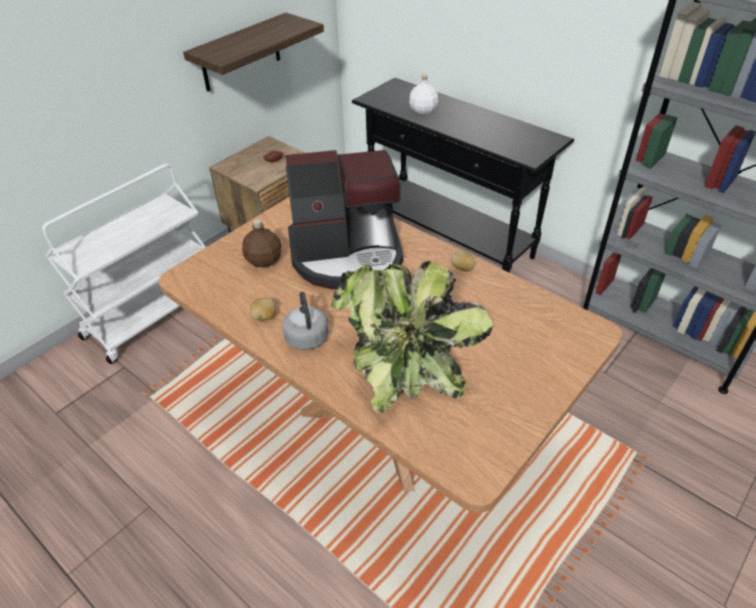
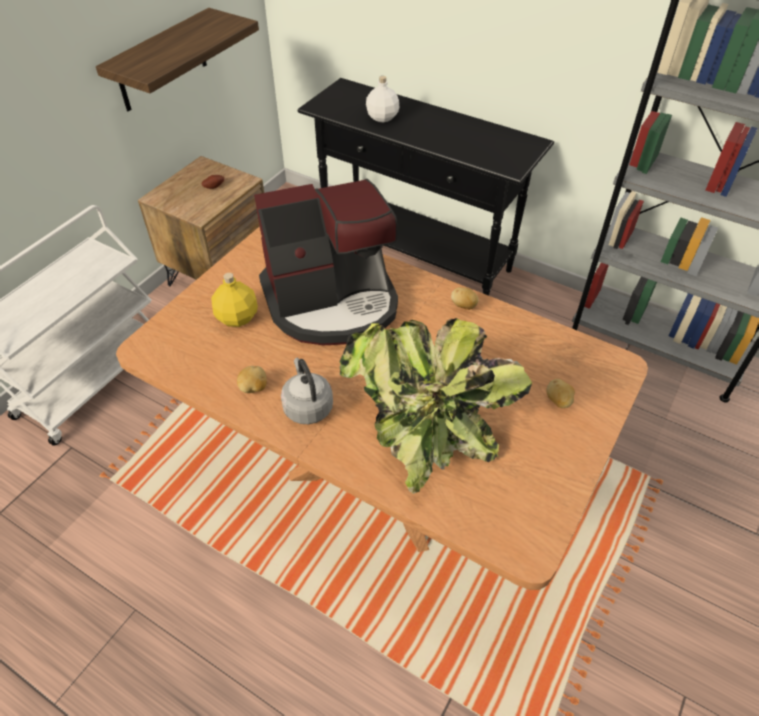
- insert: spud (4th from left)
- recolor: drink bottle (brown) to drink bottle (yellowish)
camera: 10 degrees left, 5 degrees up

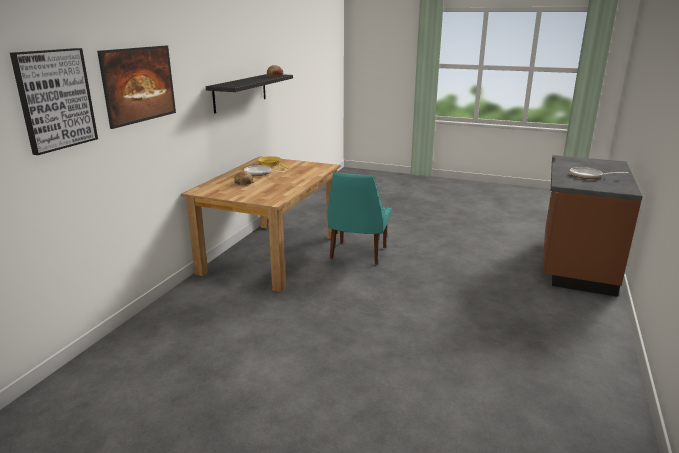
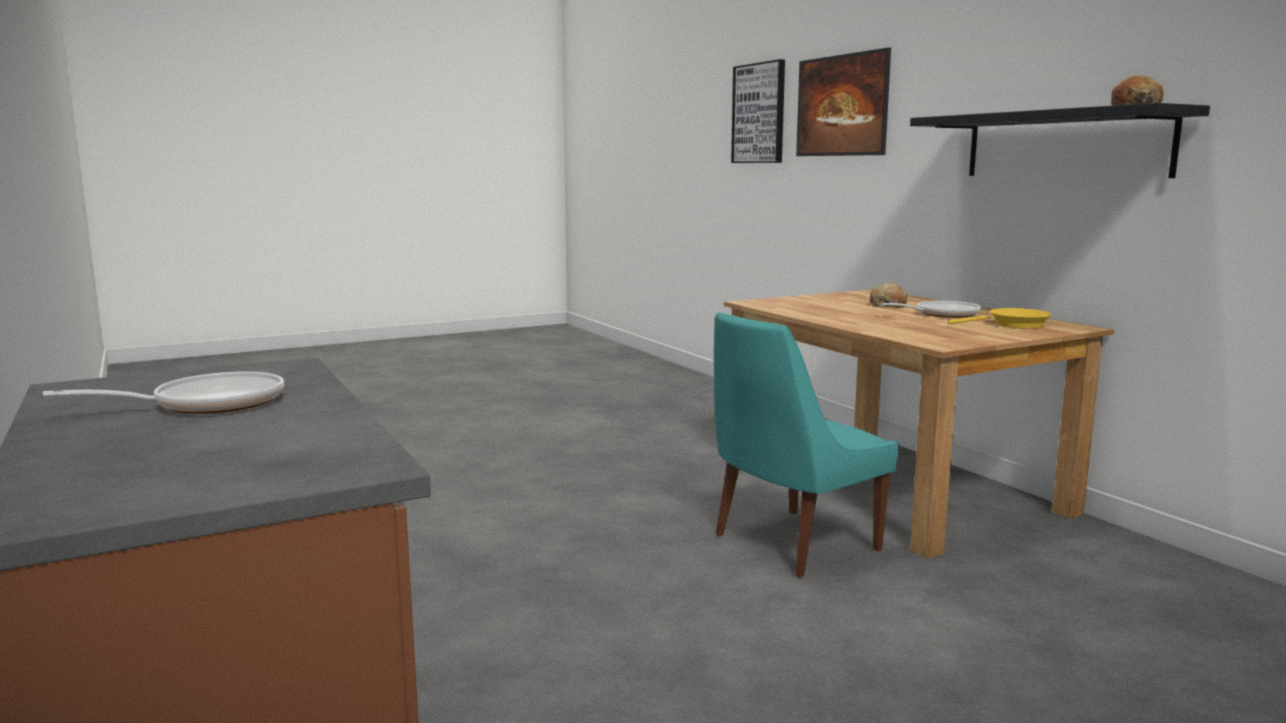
- rotate: chair (turquoise-coloured) 90 degrees counterclockwise
camera: 130 degrees right, 10 degrees down

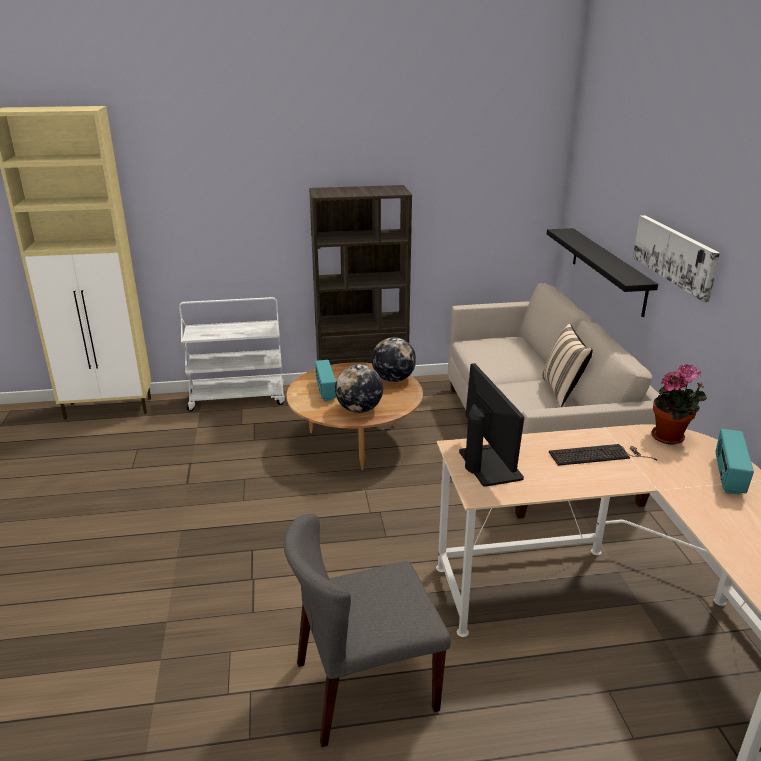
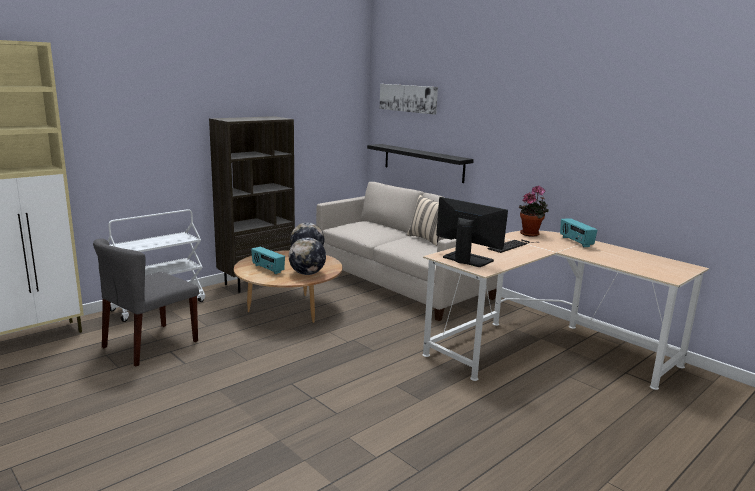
- move: chair (grey)
- move: wall art
camera: 35 degrees left, 10 degrees down

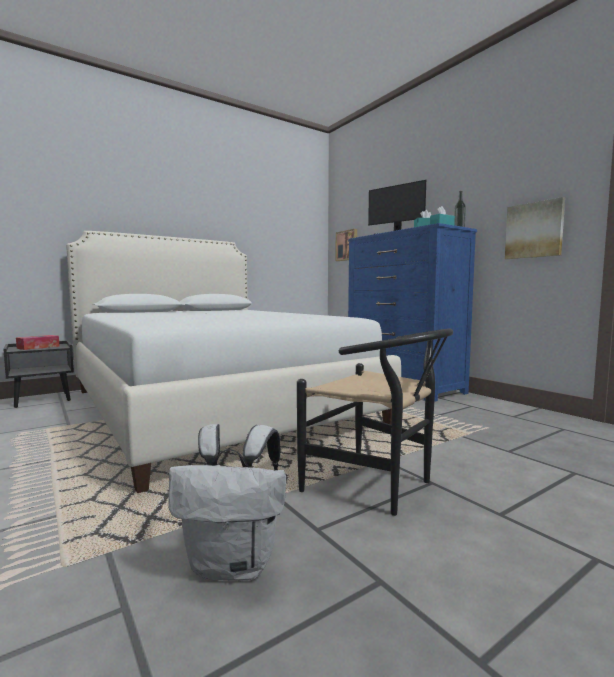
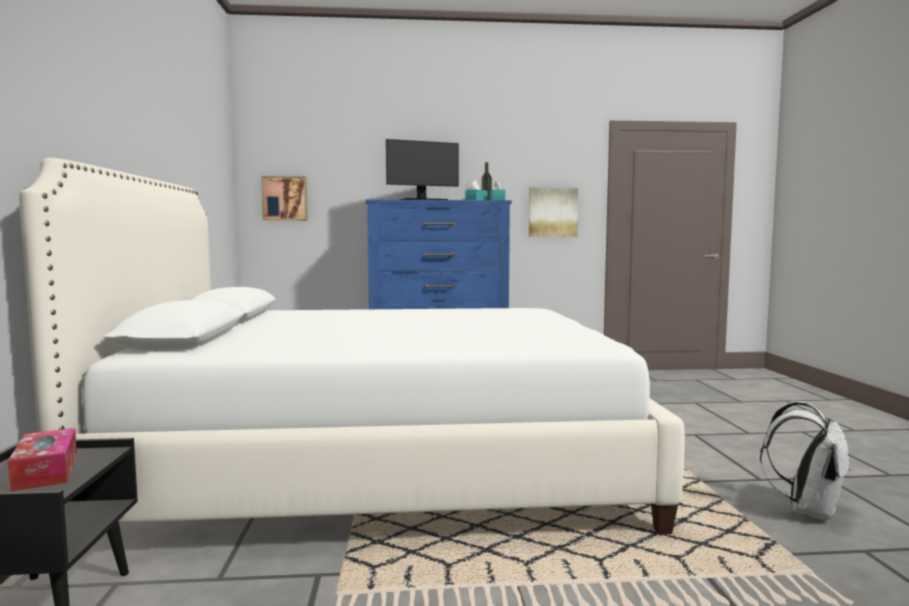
- delete: chair (blackish)
camera: 60 degrees left, 0 degrees up

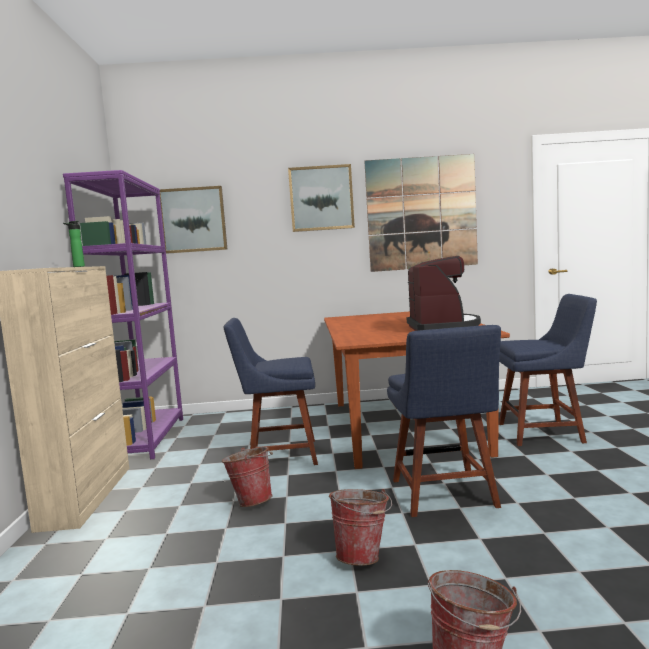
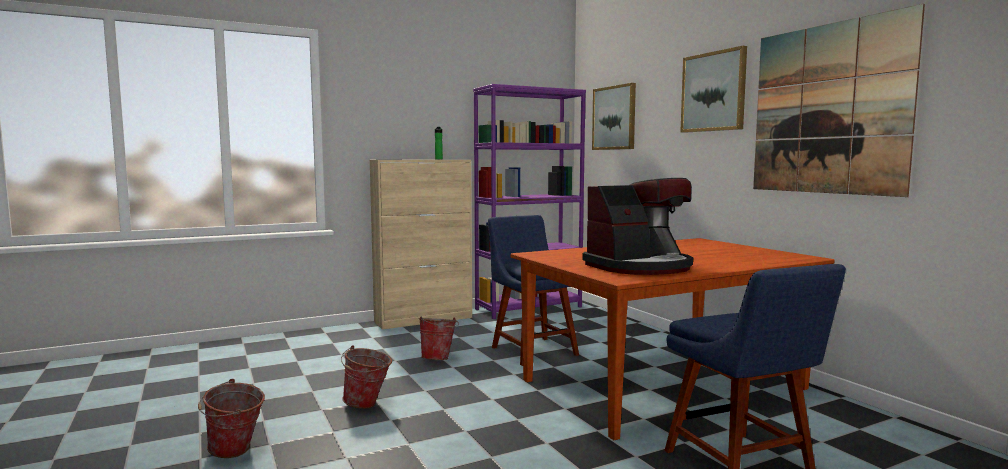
- delete: chair (bluish) (2nd from left)
camera: 65 degrees right, 0 degrees up

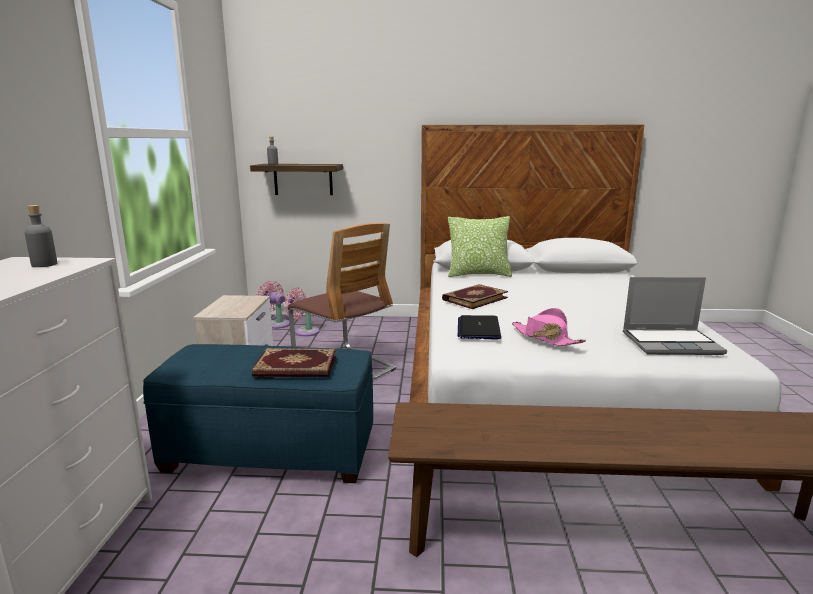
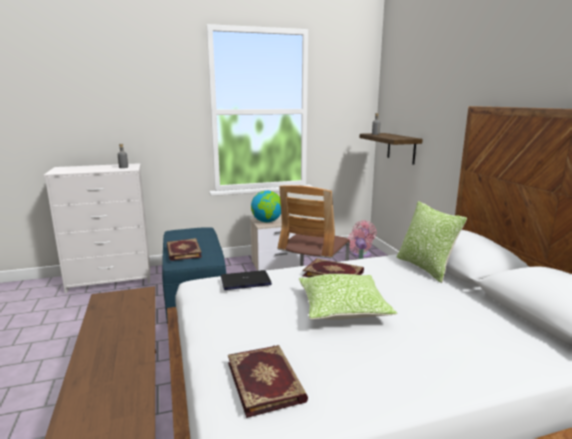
- delete: clothing hat (pinkish)
- insert: globe
- insert: pillow (1st from left)
- replace: laptop (2nd from left) to bound book (2nd from left)
camera: 70 degrees right, 0 degrees up

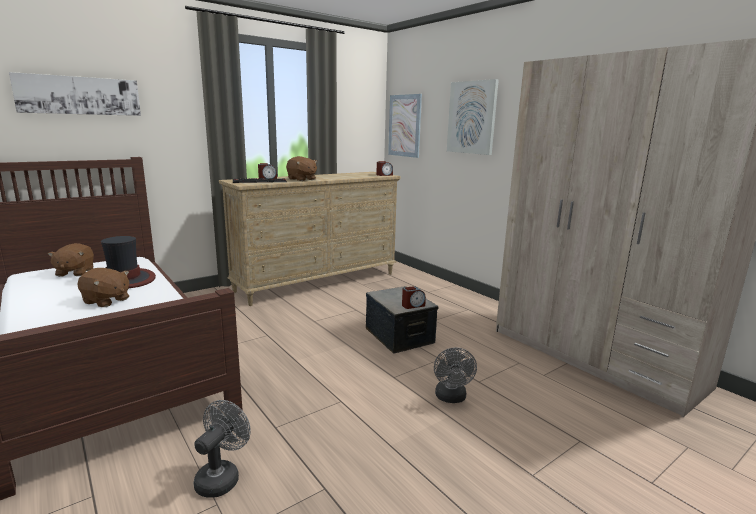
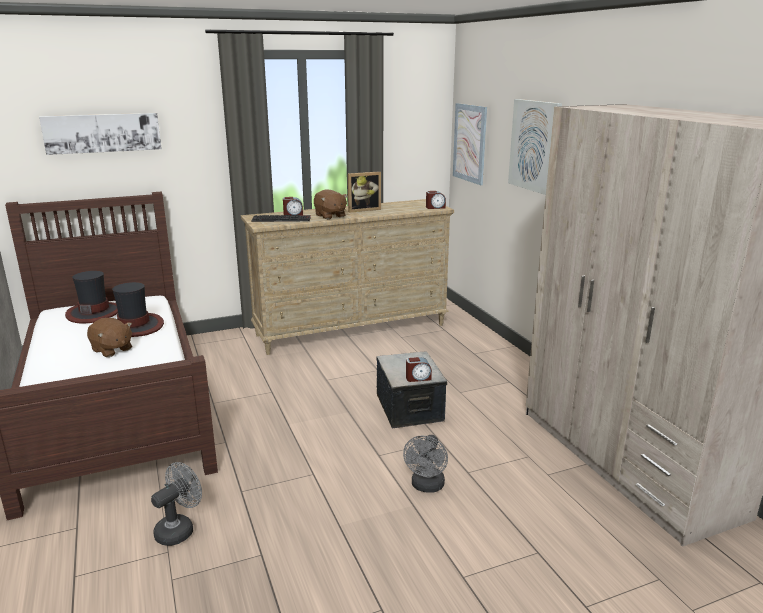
- insert: standing frame
- replace: plush toy (brown) (1st from left) to clothing hat (1st from left)
camera: 15 degrees right, 5 degrees up

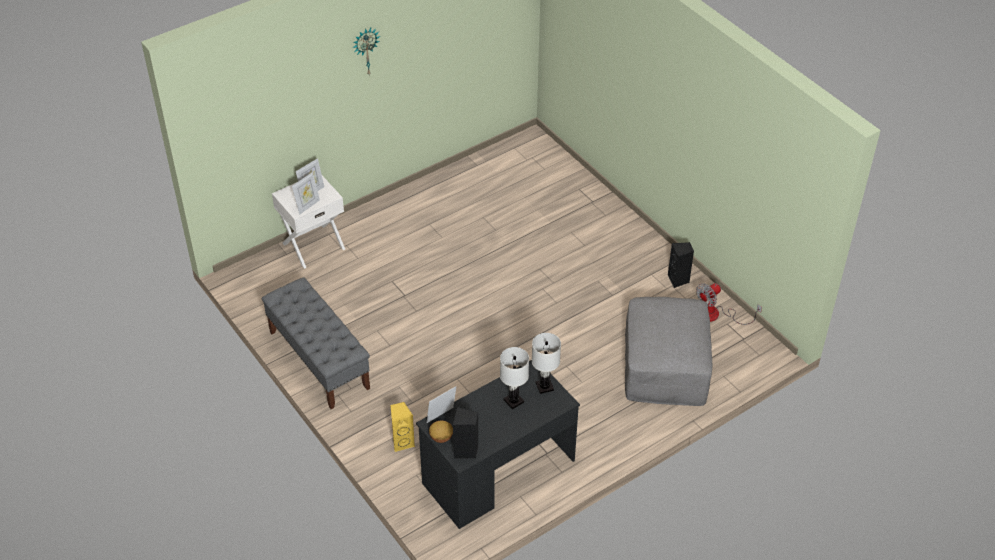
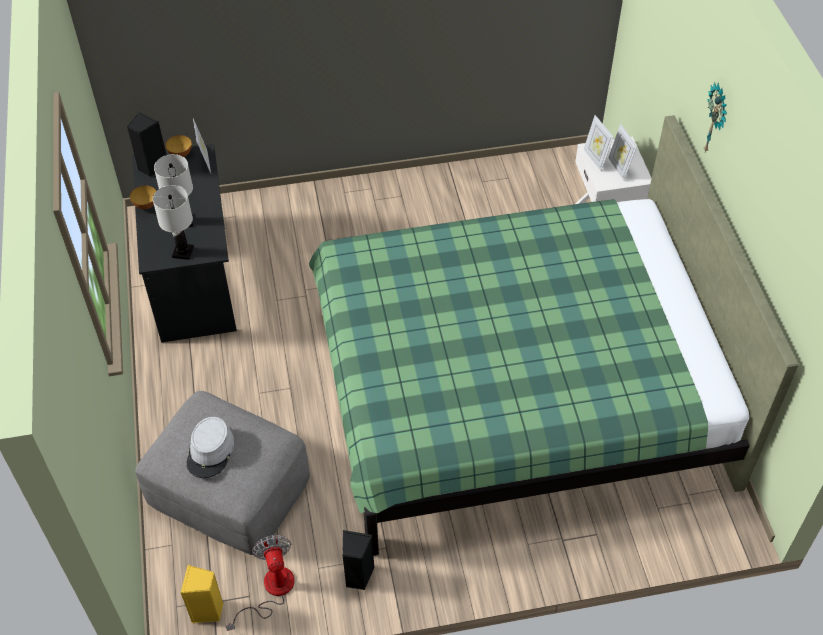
- delete: bench (grey)
- insert: deep dish (1st from left)
- insert: clothing hat (grey)
- insert: bedroom bed (greenish)
- move: audio speaker (yellowish)
camera: 115 degrees right, 5 degrees up

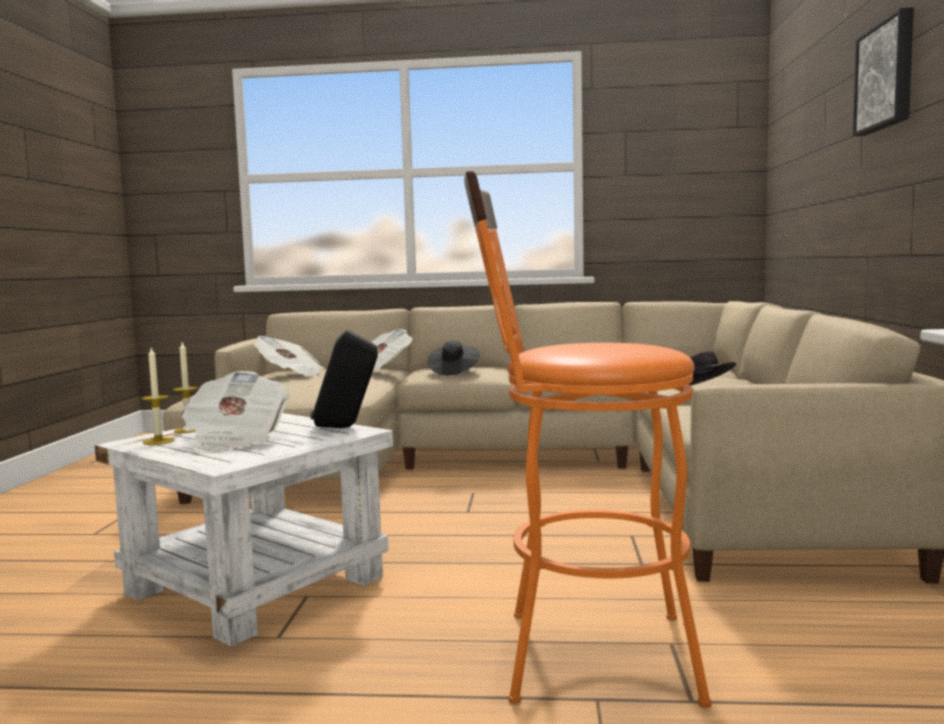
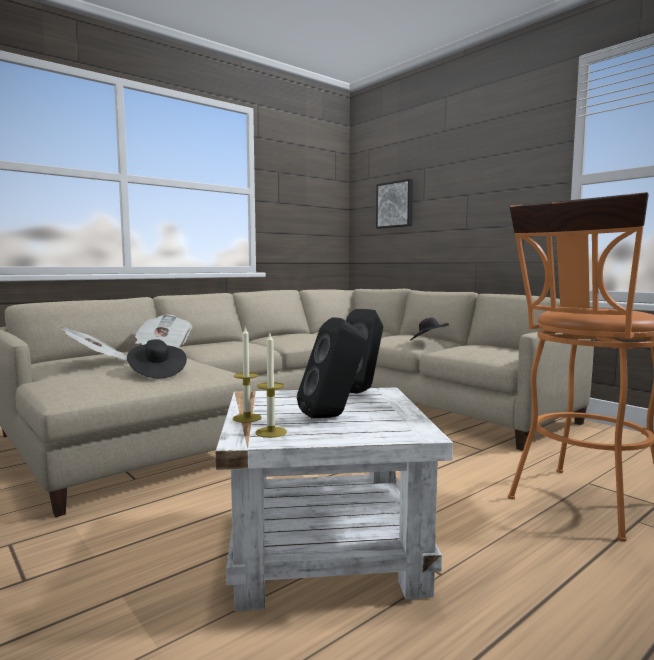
- move: clothing hat (blackish) (1st from left)
- move: wall art
- replace: newspaper (1st from left) to audio speaker (blackish) (1st from left)
camera: 45 degrees left, 0 degrees up

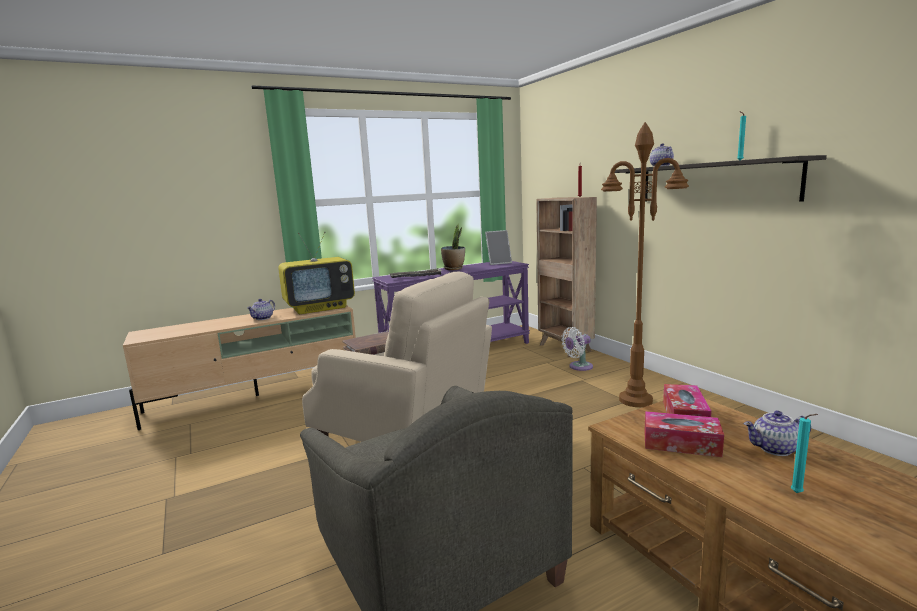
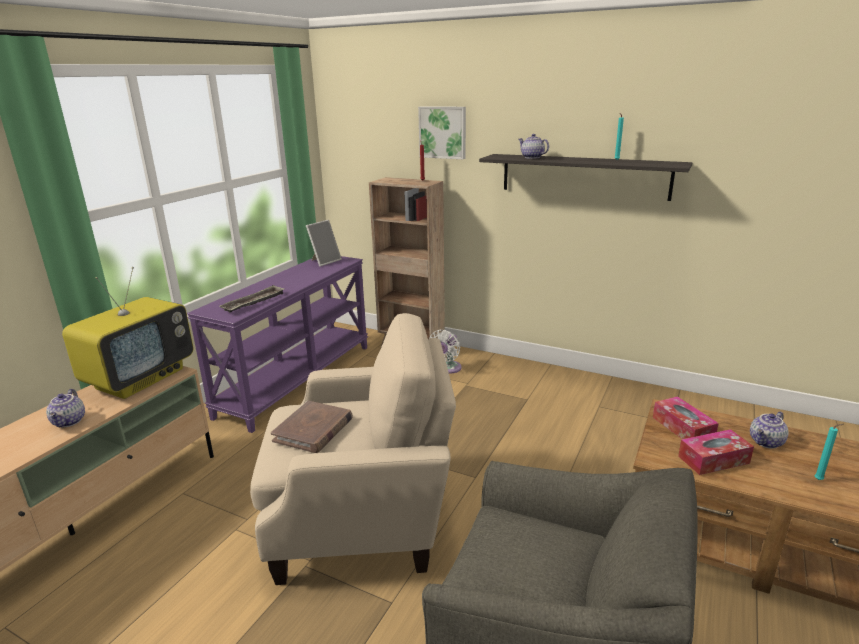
- delete: houseplant
- delete: standing lamp (brown)
- insert: wall art
camera: 35 degrees left, 10 degrees up

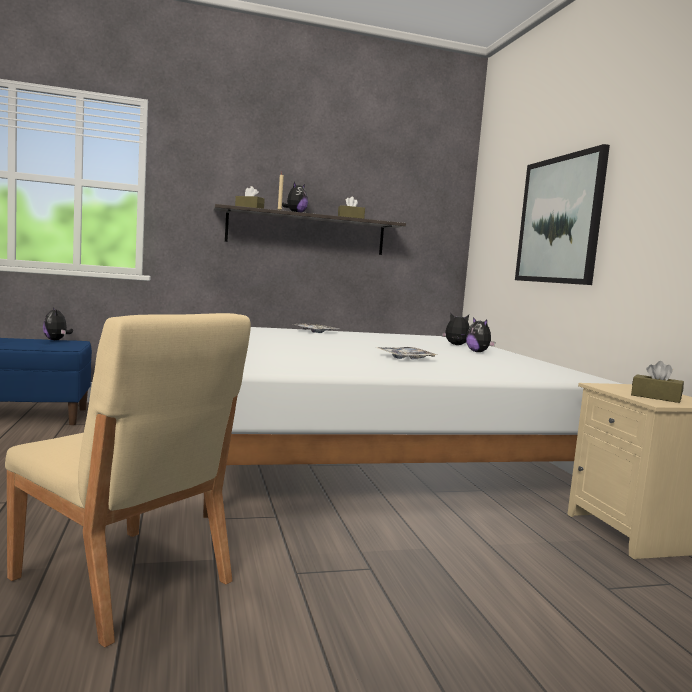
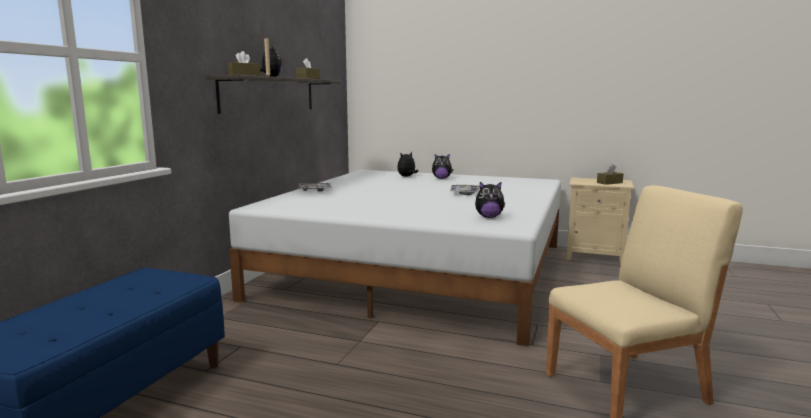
- delete: wall art
- move: plush toy (1st from left in the first image) to plush toy (4th from left)
camera: 55 degrees left, 5 degrees up

